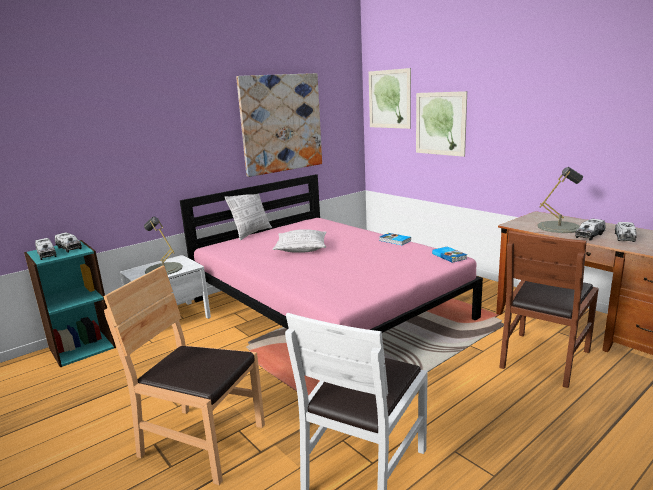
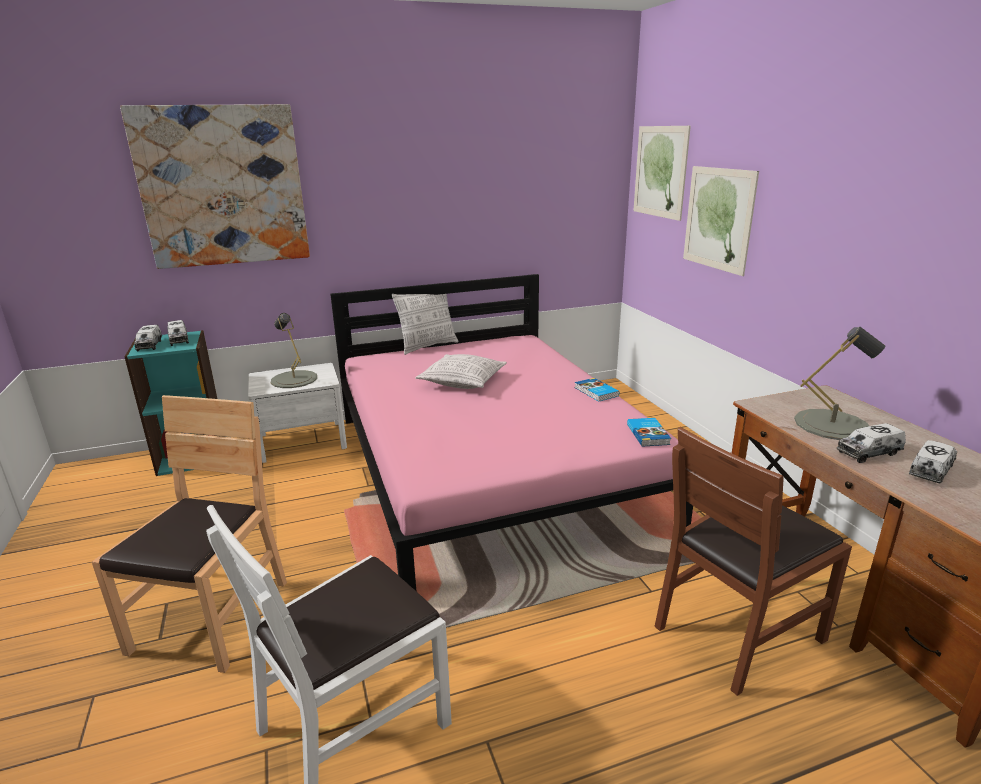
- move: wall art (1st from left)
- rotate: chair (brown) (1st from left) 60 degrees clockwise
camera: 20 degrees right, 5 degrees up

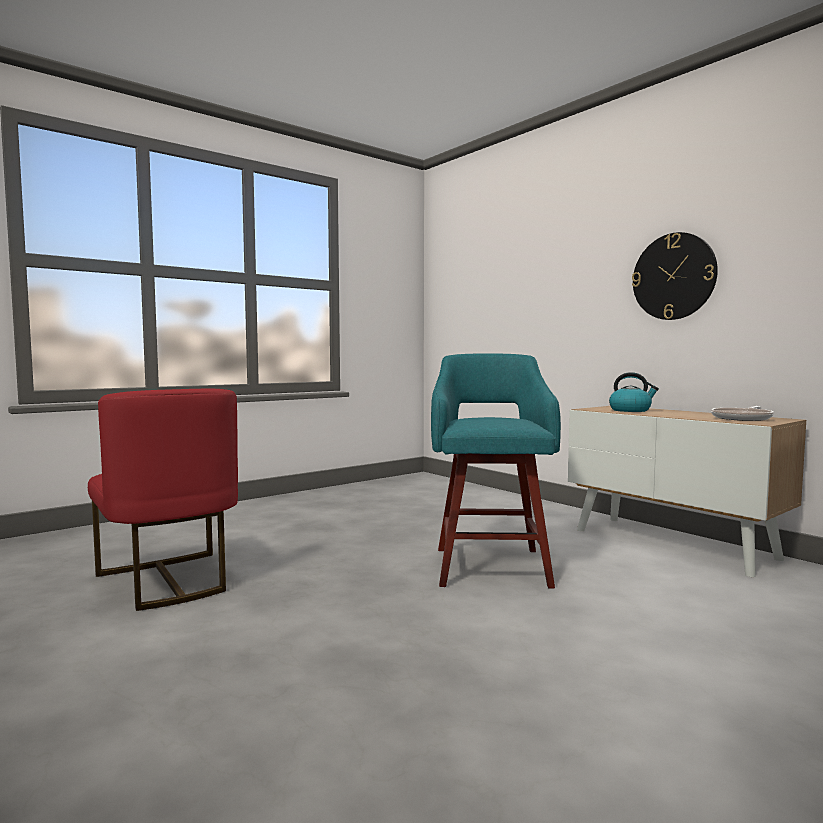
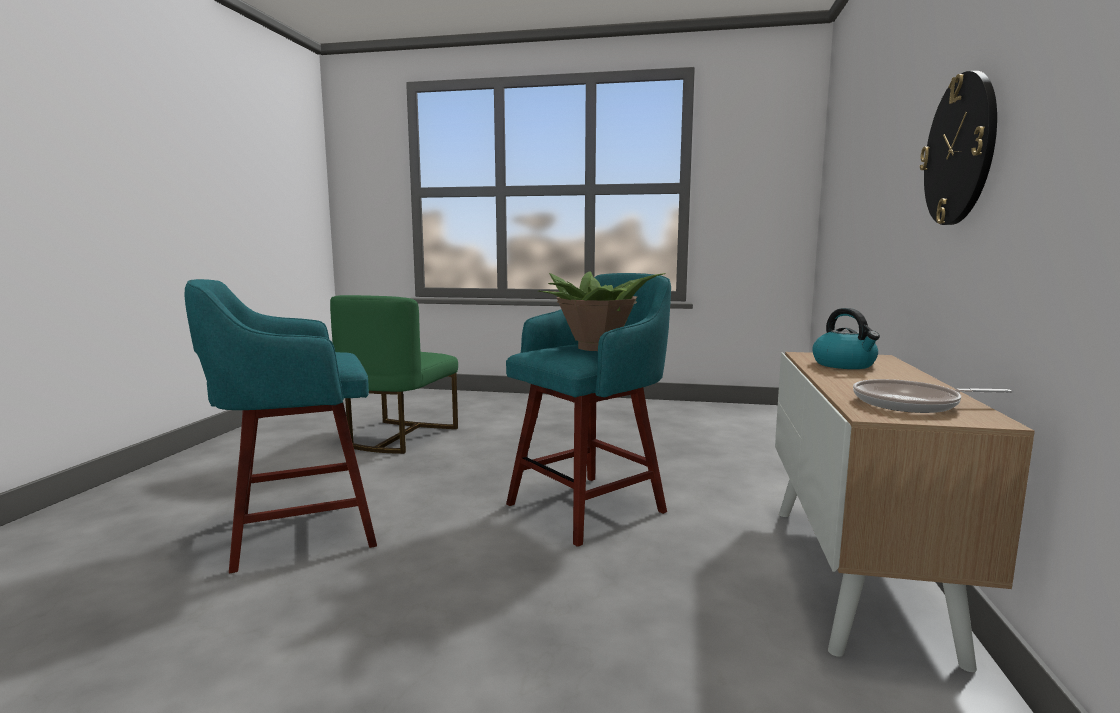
- insert: stool (turquoise-coloured) (1st from left)
- insert: houseplant
- recolor: chair (red-coloured) to chair (greenish)
camera: 50 degrees right, 5 degrees up

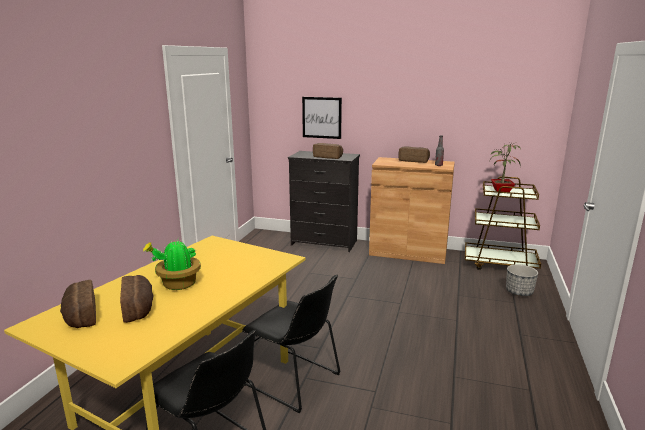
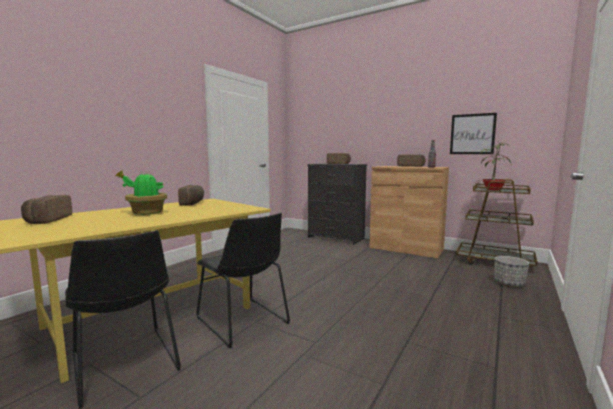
- move: bakery bread (2nd from left)
- move: wall art
camera: 15 degrees right, 10 degrees down

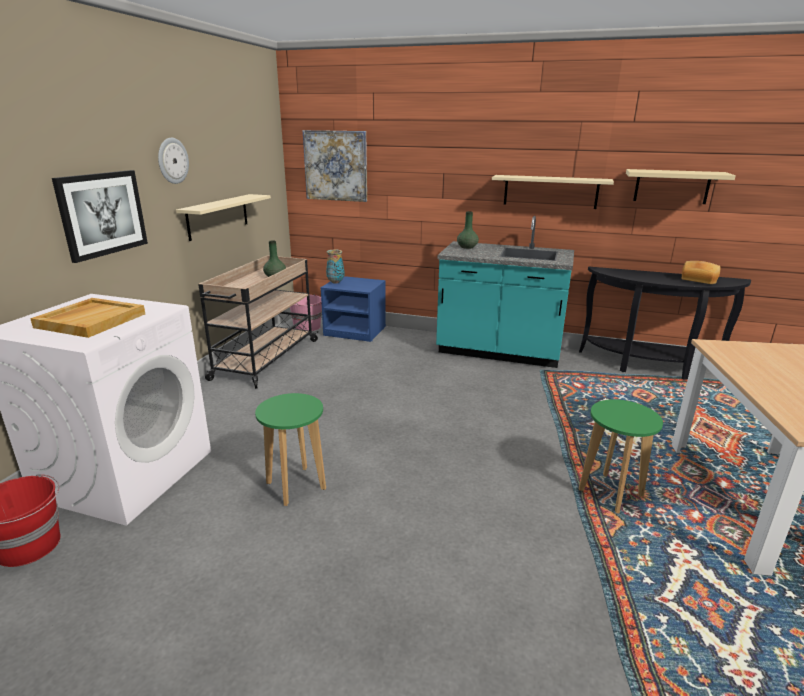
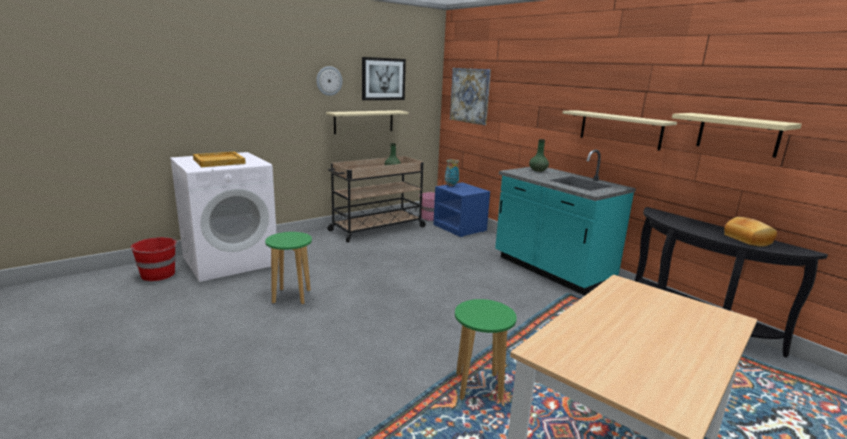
- move: wall art (1st from left)
camera: 35 degrees right, 5 degrees down

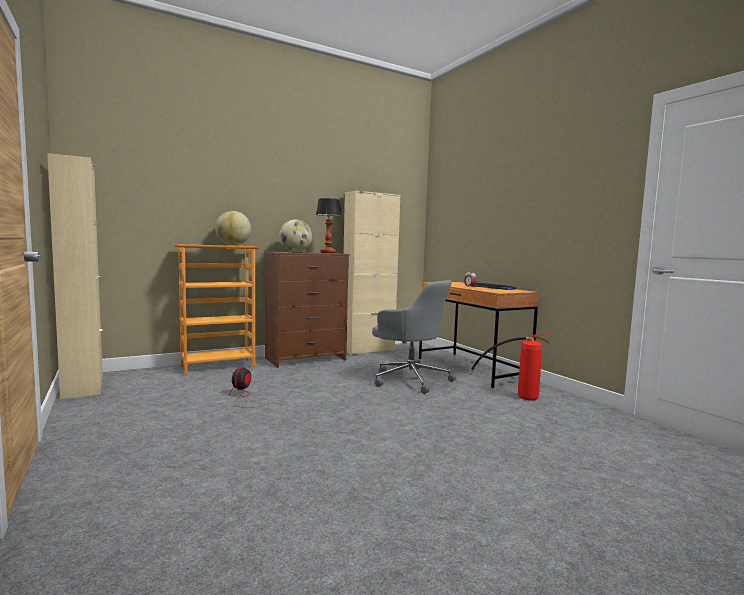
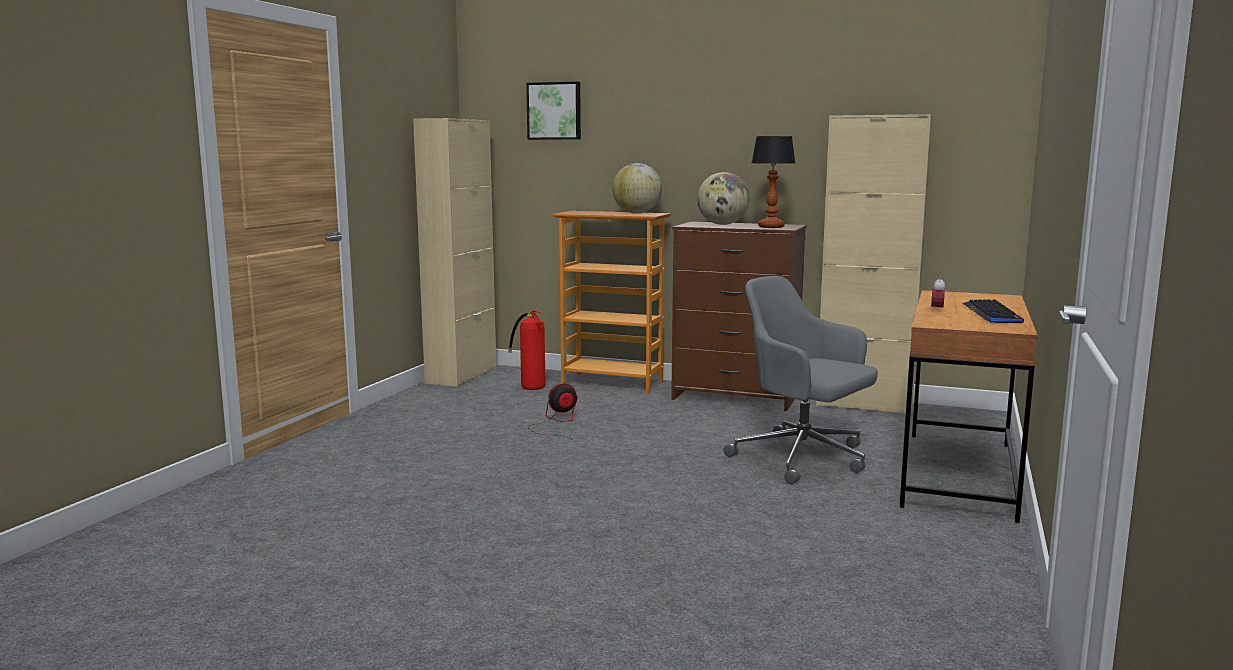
- insert: wall art
- move: fire-fighting cylinder
- rotate: office chair (grey) 135 degrees clockwise
camera: 50 degrees right, 5 degrees up

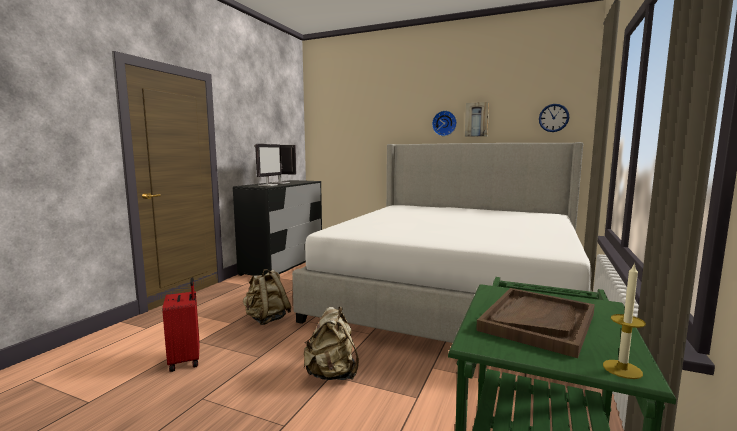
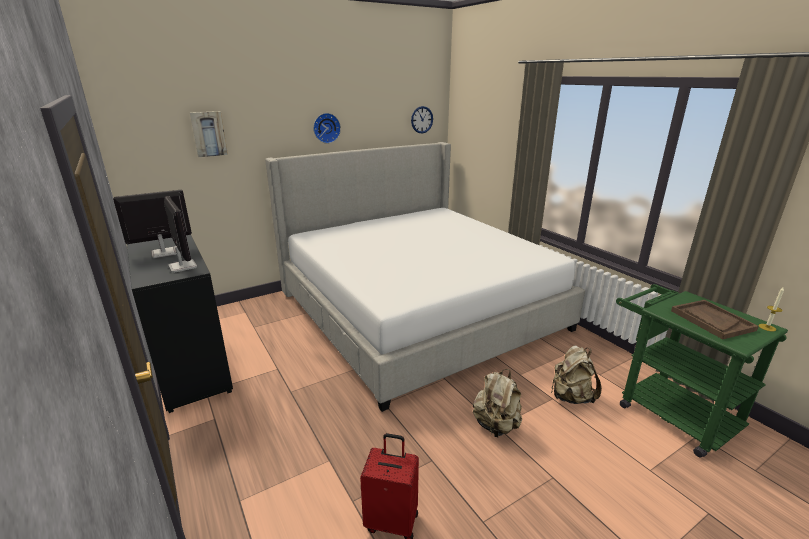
- move: backpack (sand-coloured) (1st from left in the first image) to backpack (sand-coloured) (2nd from left)
- move: wall art
camera: 55 degrees left, 15 degrees up

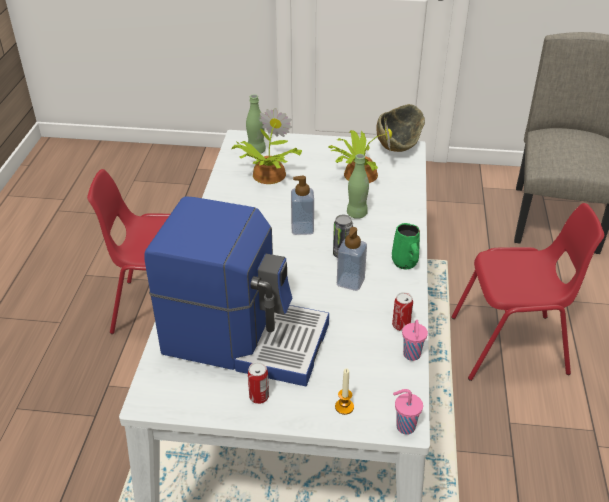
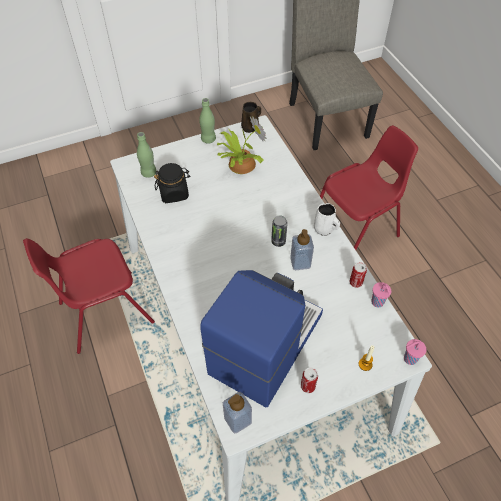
- move: soap bottle (1st from left)
- move: drink bottle (greenish) (2nd from left)
- replace: houseplant (1st from left) to storage jar (blackish)
- replace: deep dish to mug (brown)
- recolor: mug (greenish) to mug (whitish)
- rotate: coffee machine 45 degrees counterclockwise
camera: 30 degrees left, 15 degrees up

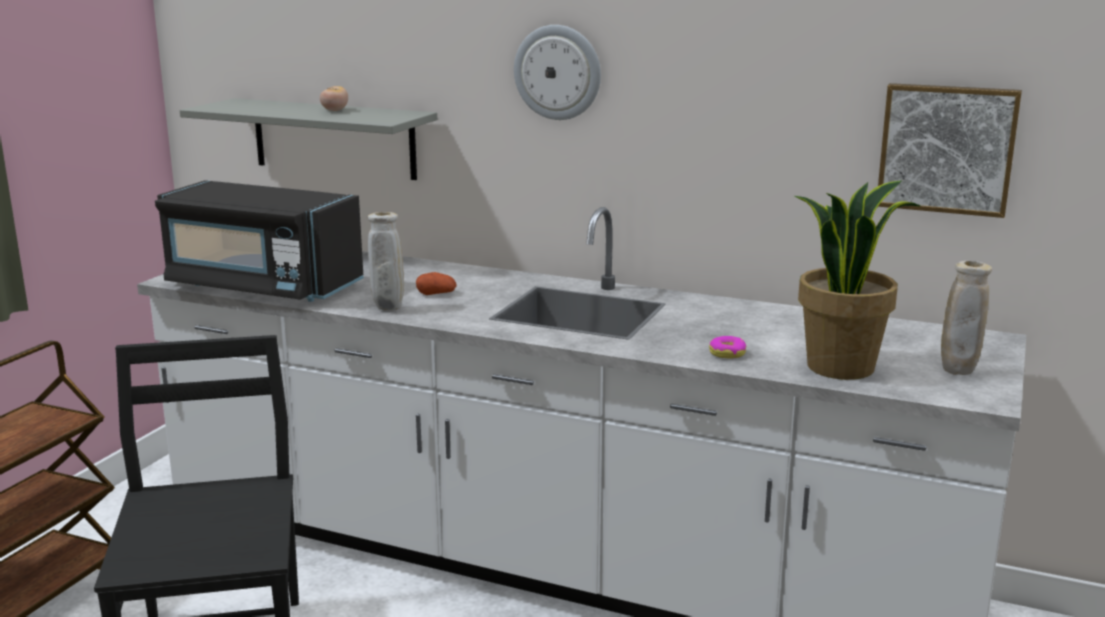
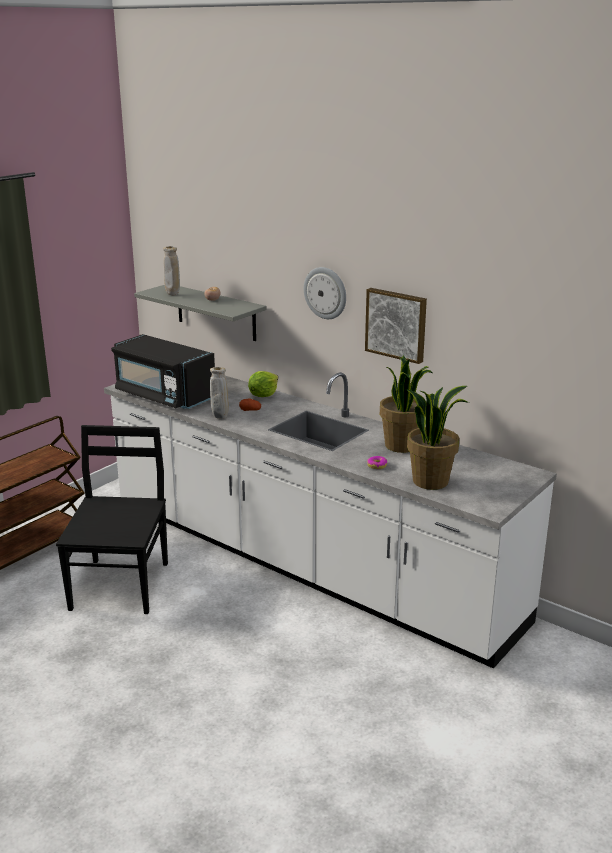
- insert: lettuce
- insert: houseplant (1st from left)
- move: wall art
- move: vase (sand-coloured) (2nd from left in the first image) to vase (sand-coloured) (1st from left)
camera: 15 degrees right, 5 degrees up

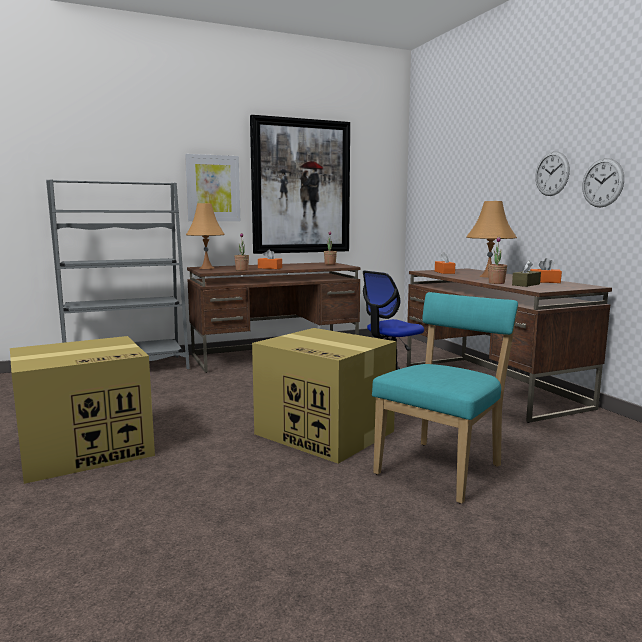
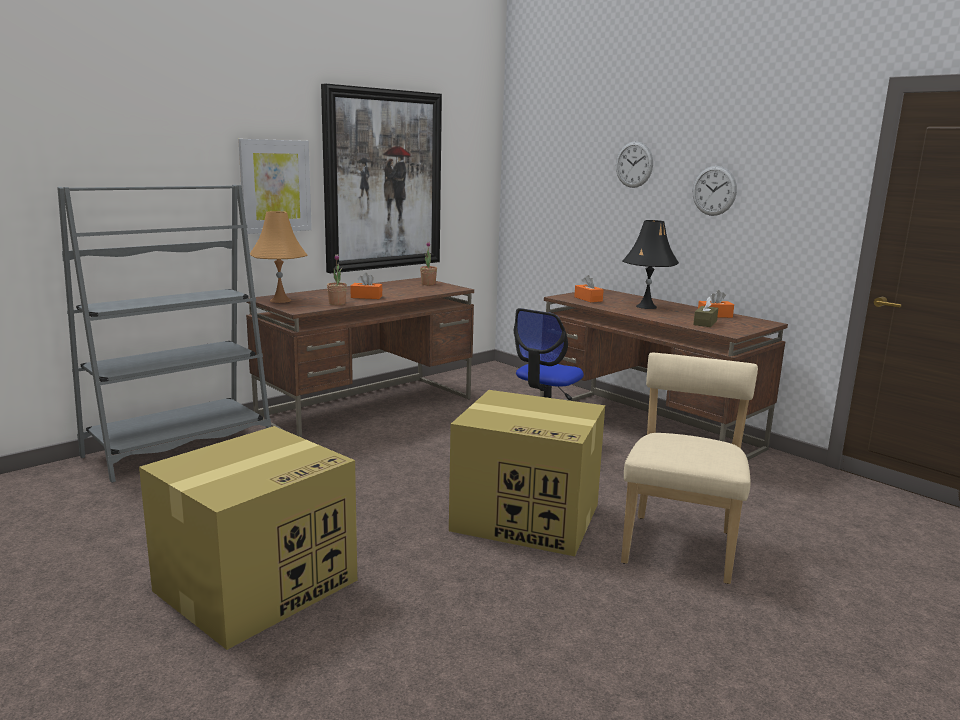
- delete: houseplant (3rd from left)
- move: hanging clock (2nd from left in the first image) to hanging clock (1st from left)
- recolor: chair (turquoise-coloured) to chair (sand-coloured)
- recolor: lamp for a table (orange) (2nd from left) to lamp for a table (blackish)
camera: 20 degrees left, 5 degrees up

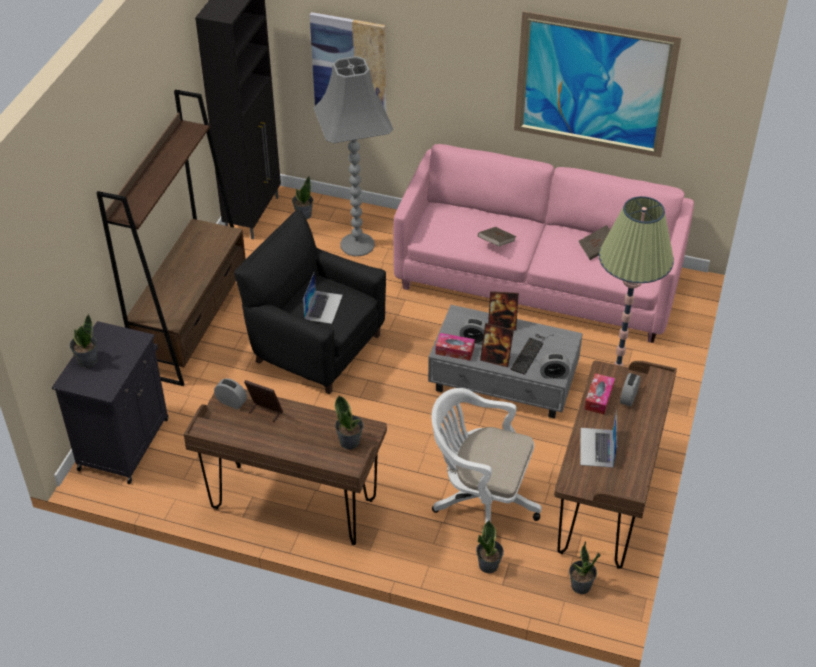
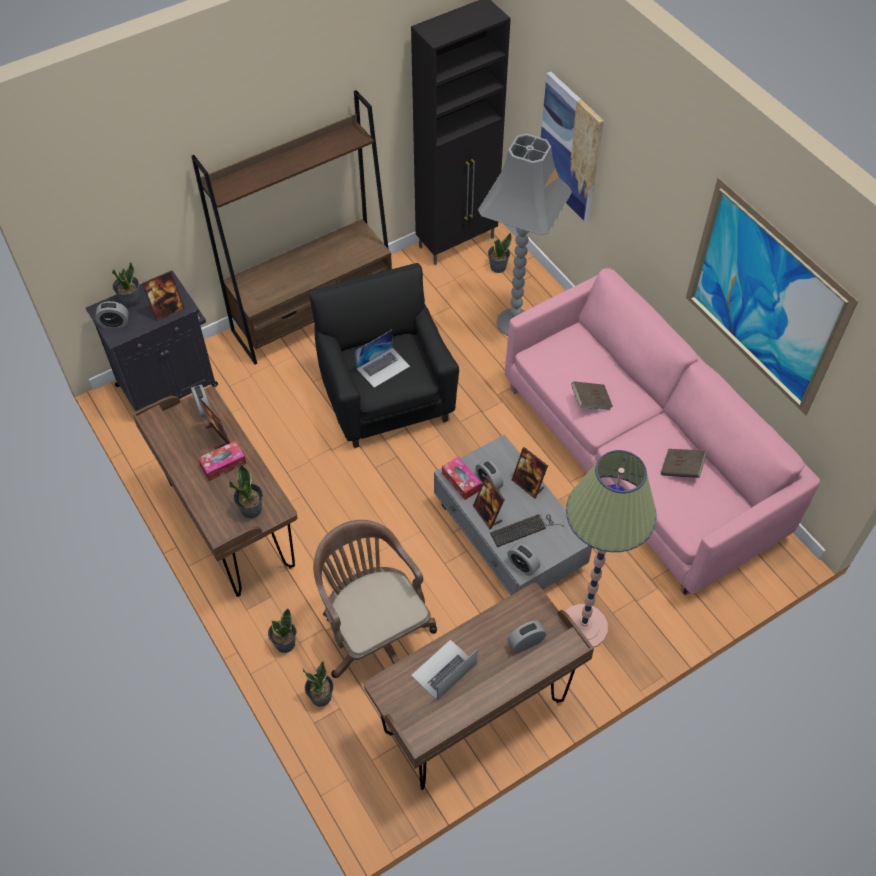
- insert: table clock (1st from left)
- insert: standing frame (1st from left)
- move: houseplant (5th from left in the first image) to houseplant (3rd from left)
- move: tissue holder (2nd from left in the first image) to tissue holder (1st from left)
- recolor: office chair (whitish) to office chair (brown)
camera: 40 degrees right, 10 degrees up

